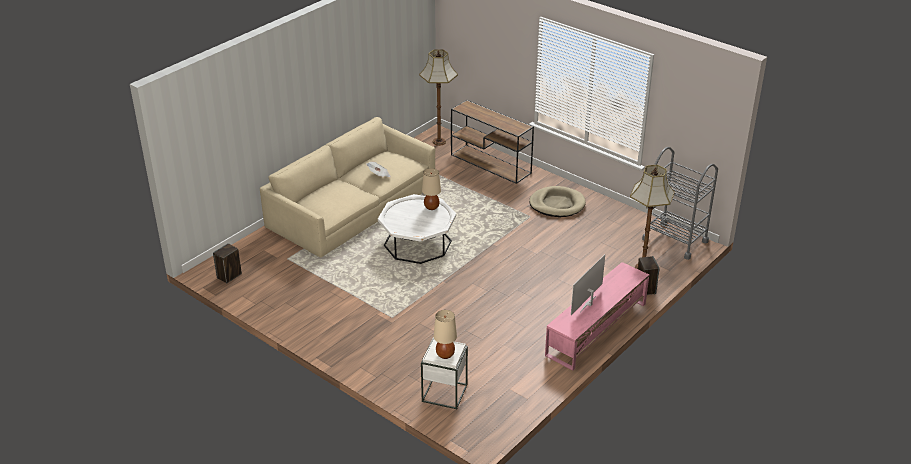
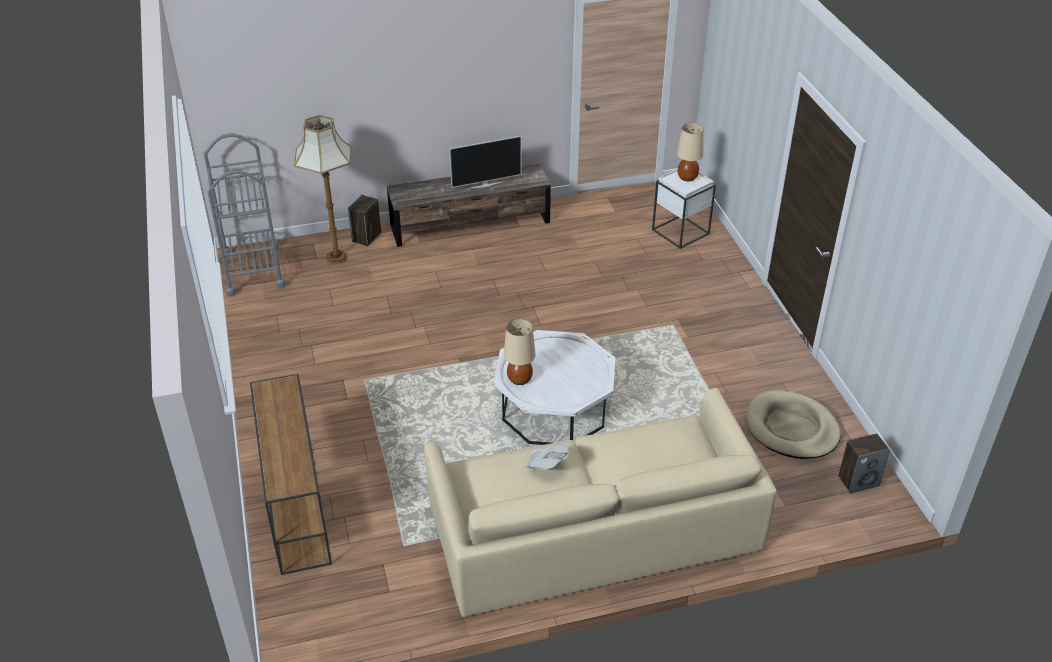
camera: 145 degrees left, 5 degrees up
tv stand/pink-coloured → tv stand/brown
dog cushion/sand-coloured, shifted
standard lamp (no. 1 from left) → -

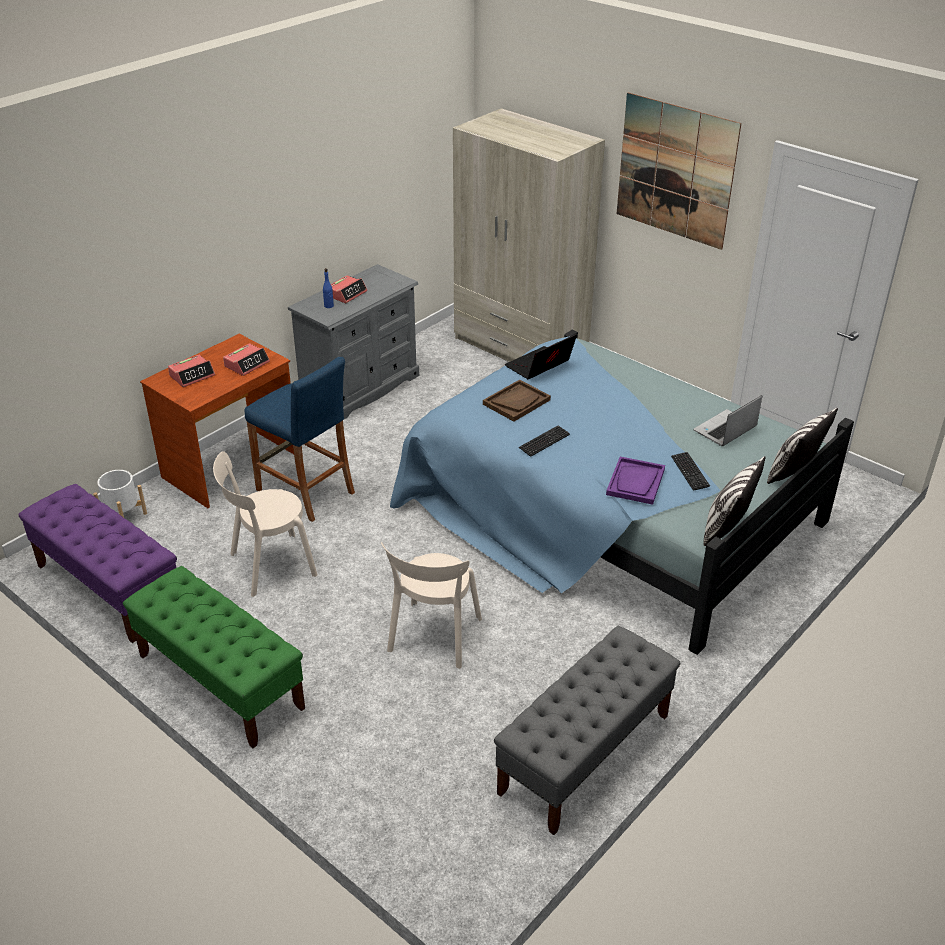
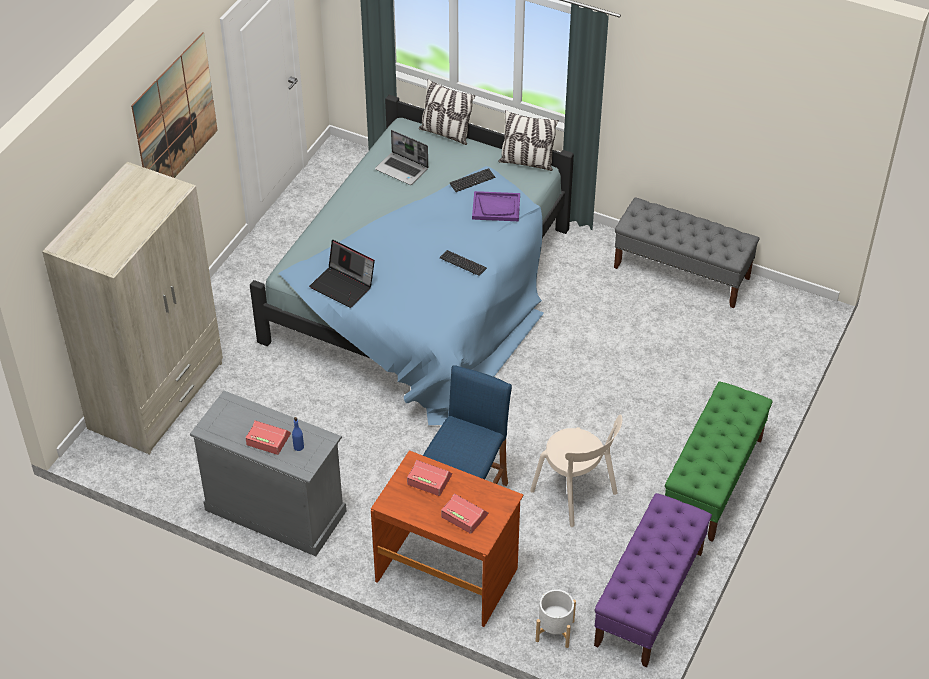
camera: 105 degrees left, 10 degrees up
plain chair/sand-coloured (no. 2 from left) → -
serving tray/brown → -

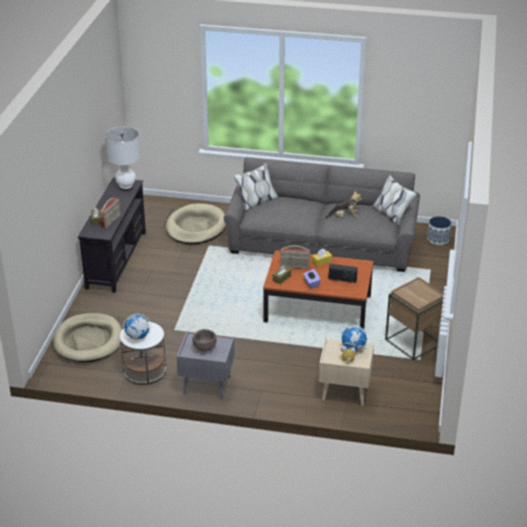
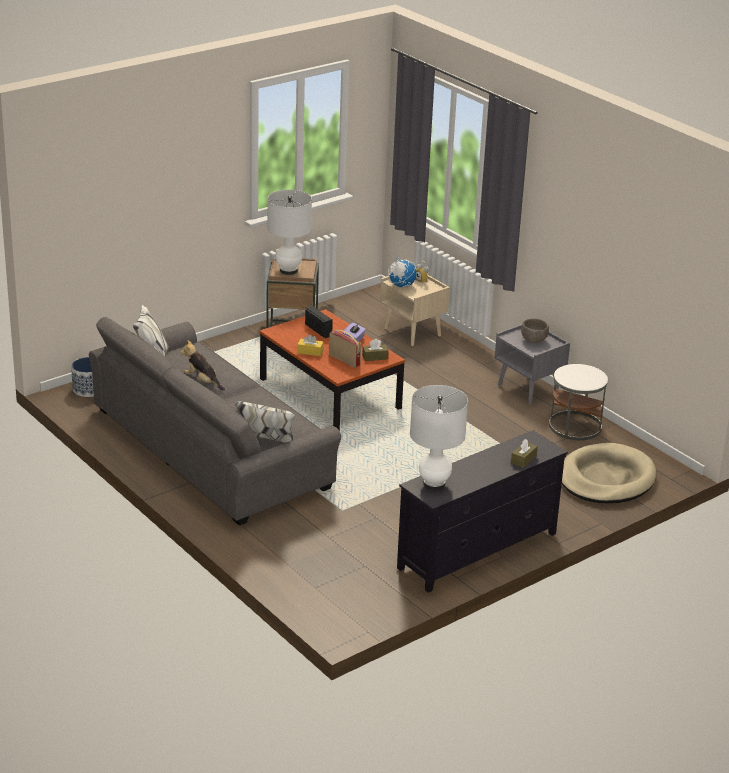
camera: 140 degrees left, 5 degrees down
- → tabletop lamp/white-coloured (no. 1 from left)
radio receiver (no. 1 from left) → -
globe (no. 1 from left) → -
dog cushion/sand-coloured (no. 2 from left) → -

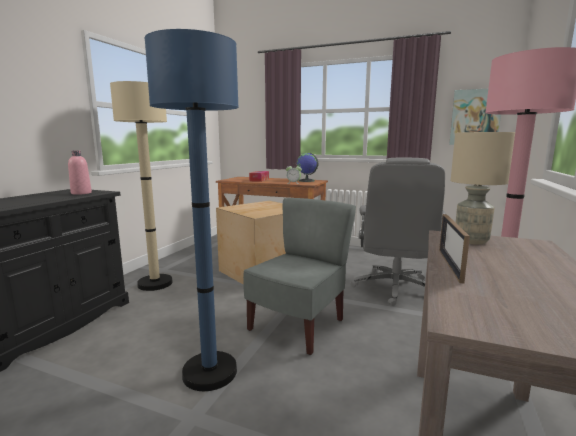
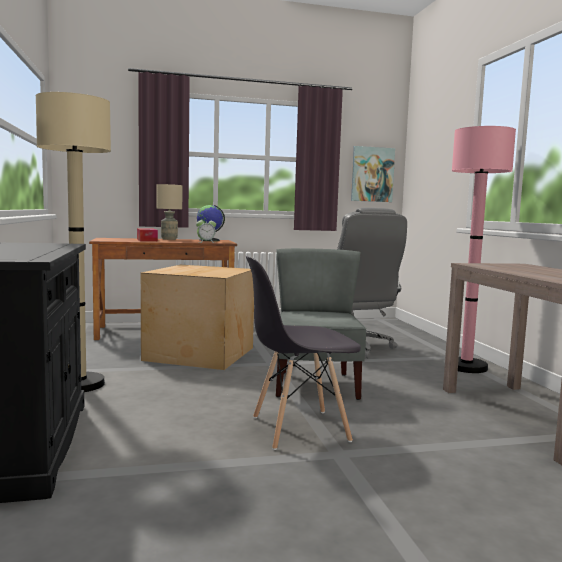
camera: 35 degrees left, 5 degrees down
tabletop lamp/sand-coloured, shifted
standard lamp/blue-coloured → plain chair/grey (no. 1 from left)
beverage bottle/pink-coloured → -
standing frame → -

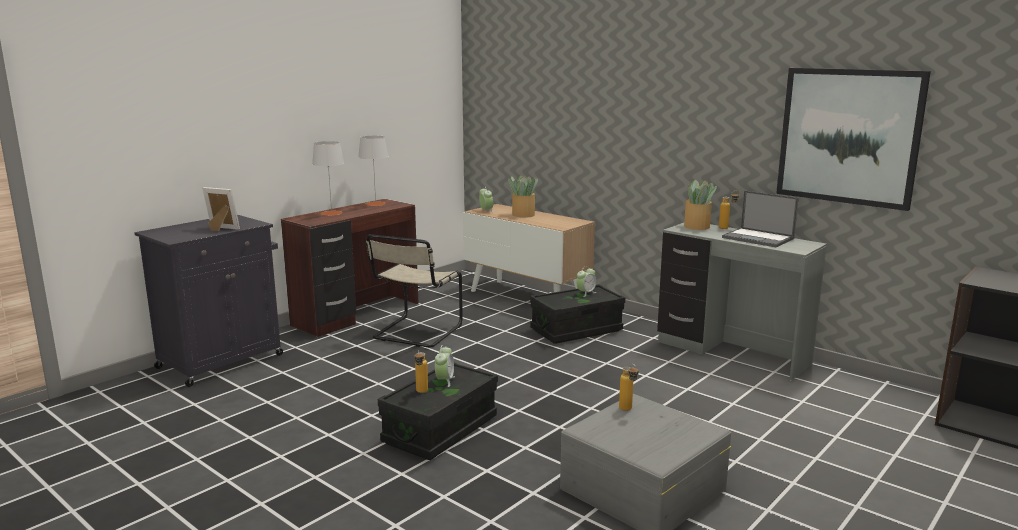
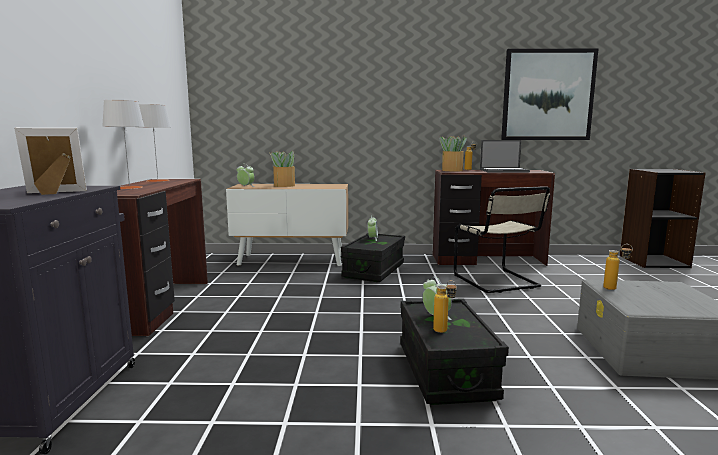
camera: 40 degrees left, 5 degrees down
desk unit/grey → desk unit/brown (no. 2 from left)
plain chair/sand-coloured, shifted

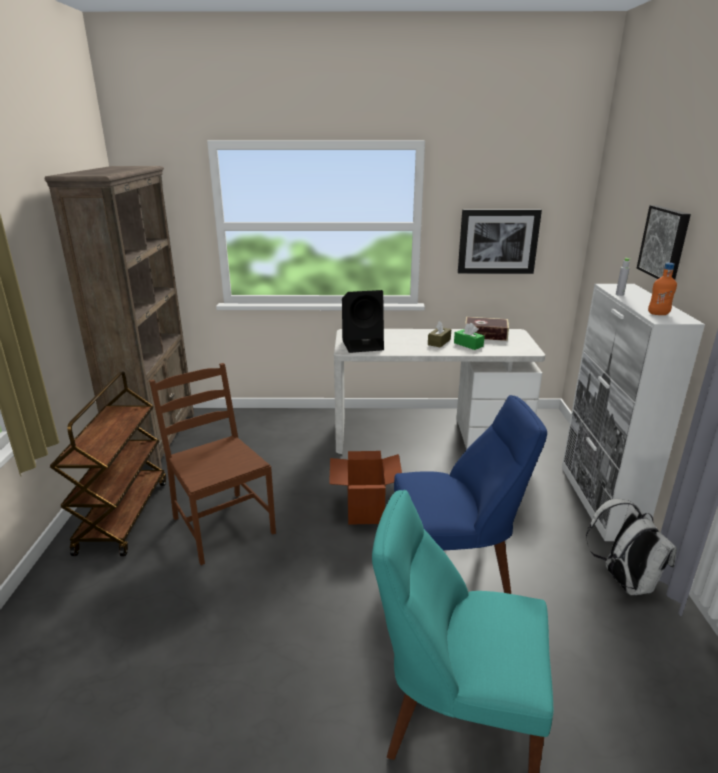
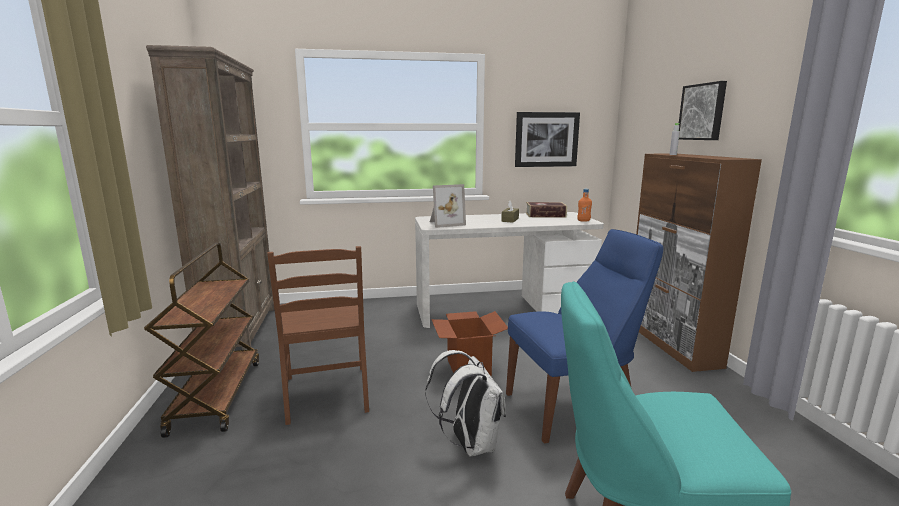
camera: 10 degrees left, 10 degrees down
plain chair/brown, 150 degrees counterclockwise
backpack/white-coloured, shifted
loudspeaker/black-coloured → standing frame
beverage bottle/orange, shifted
cupboard/white-coloured → cupboard/brown
tissue holder/green → -

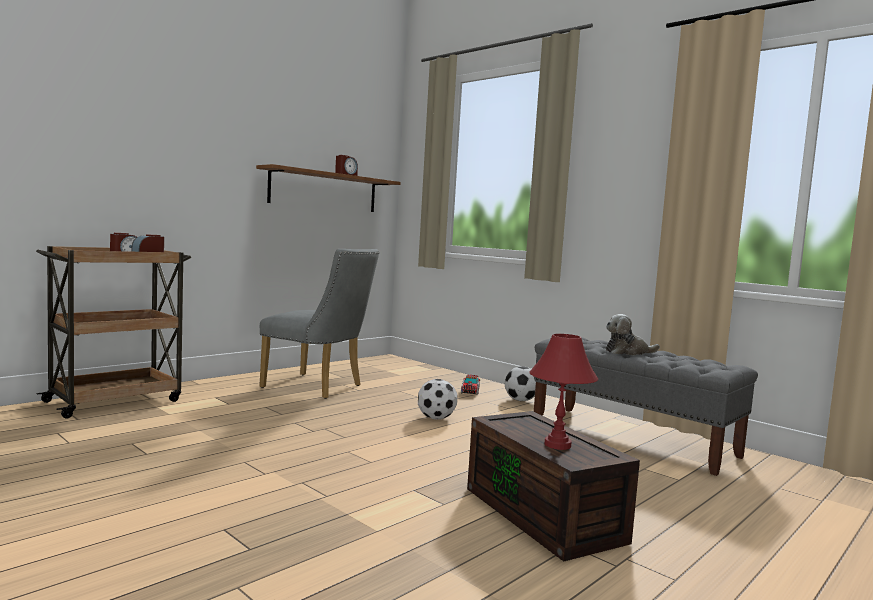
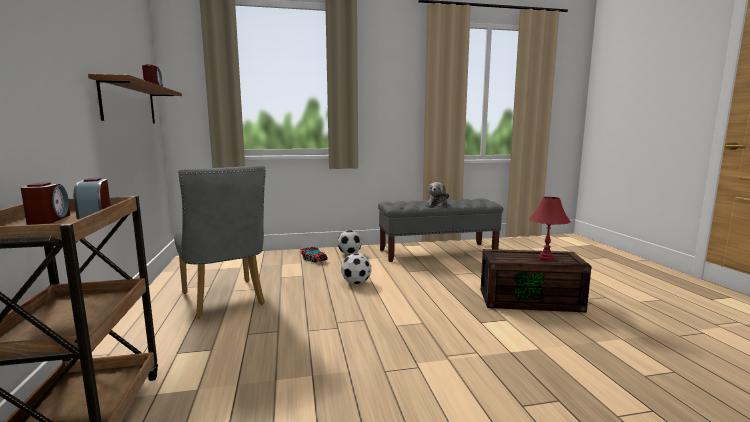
camera: 55 degrees left, 5 degrees up
plain chair/grey, 90 degrees clockwise

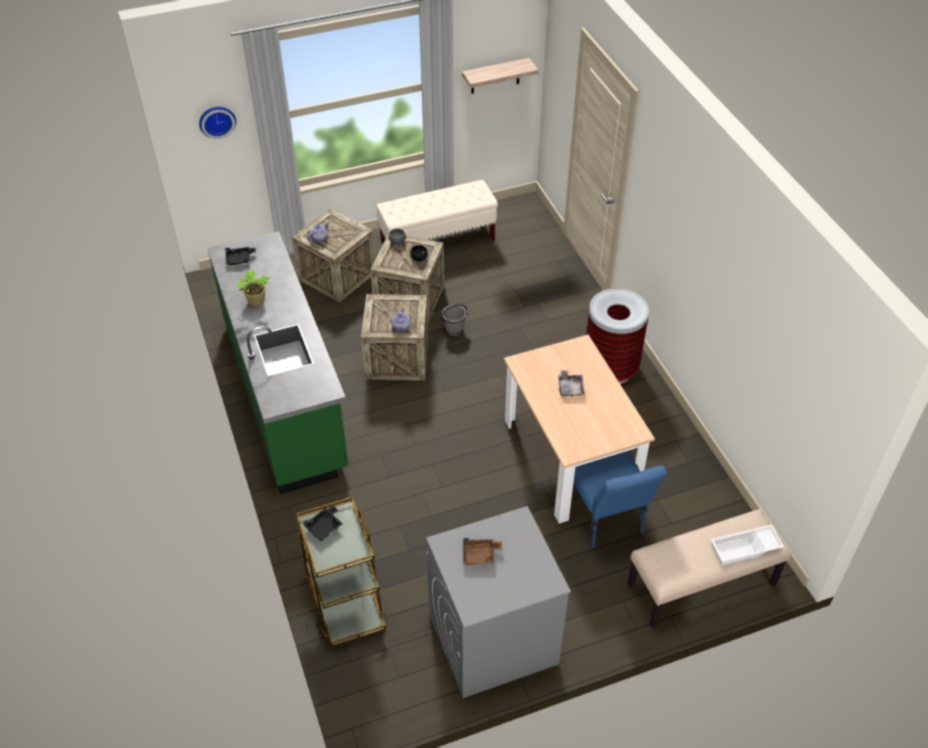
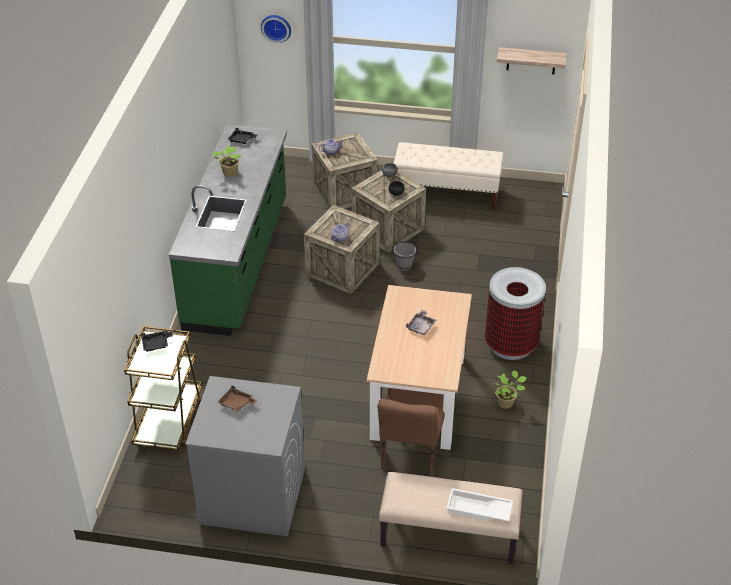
camera: 30 degrees right, 5 degrees down
plain chair/blue-coloured → plain chair/brown
- → houseplant (no. 2 from left)

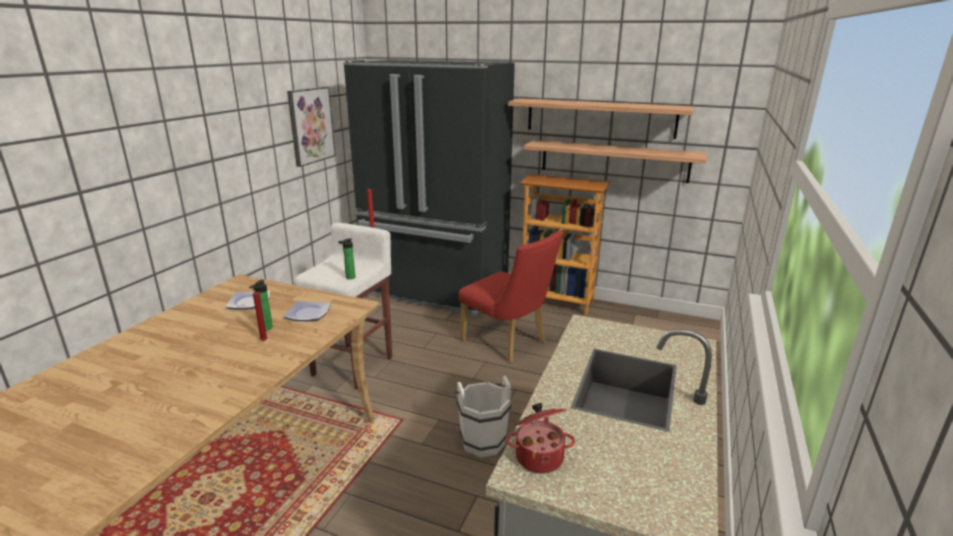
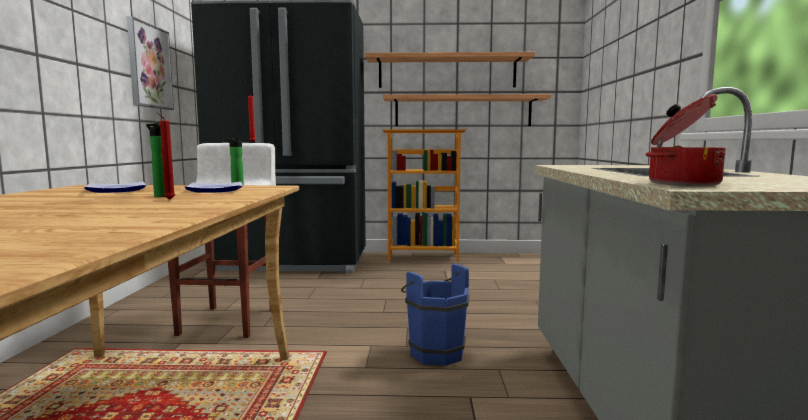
camera: 20 degrees left, 15 degrees down
water bucket/white-coloured → water bucket/blue-coloured
plain chair/red-coloured → -

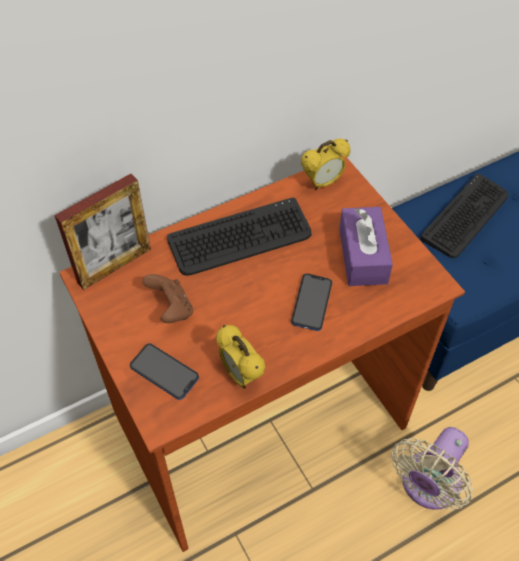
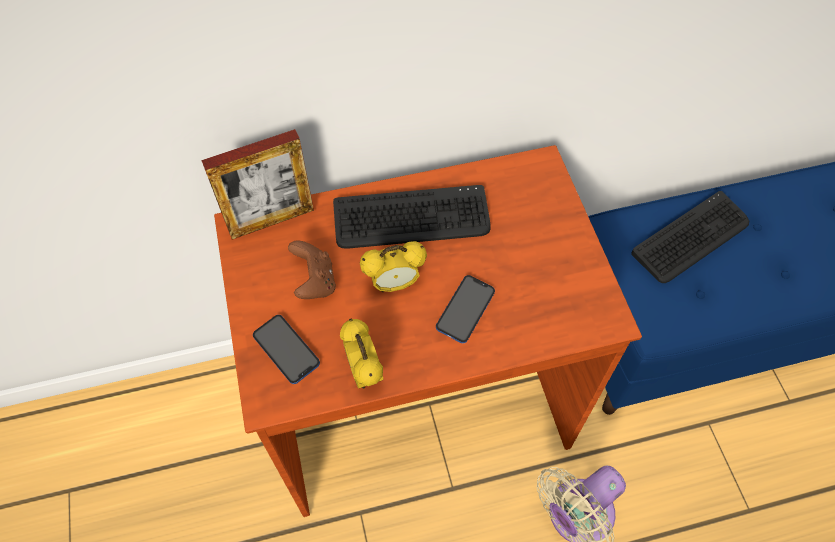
camera: 15 degrees right, 5 degrees up
alarm clock (no. 2 from left), shifted
tissue holder/purplish → -

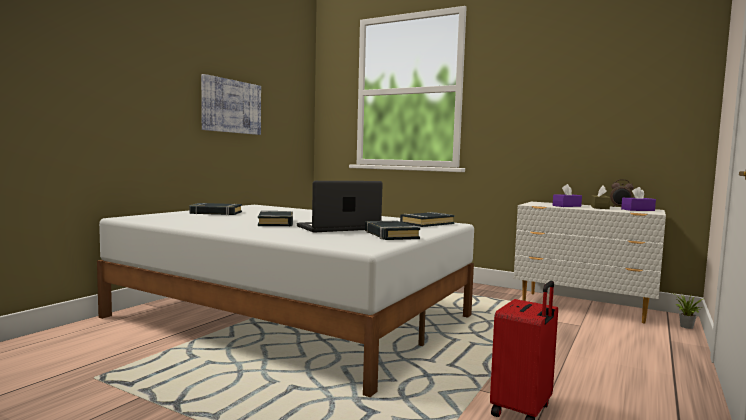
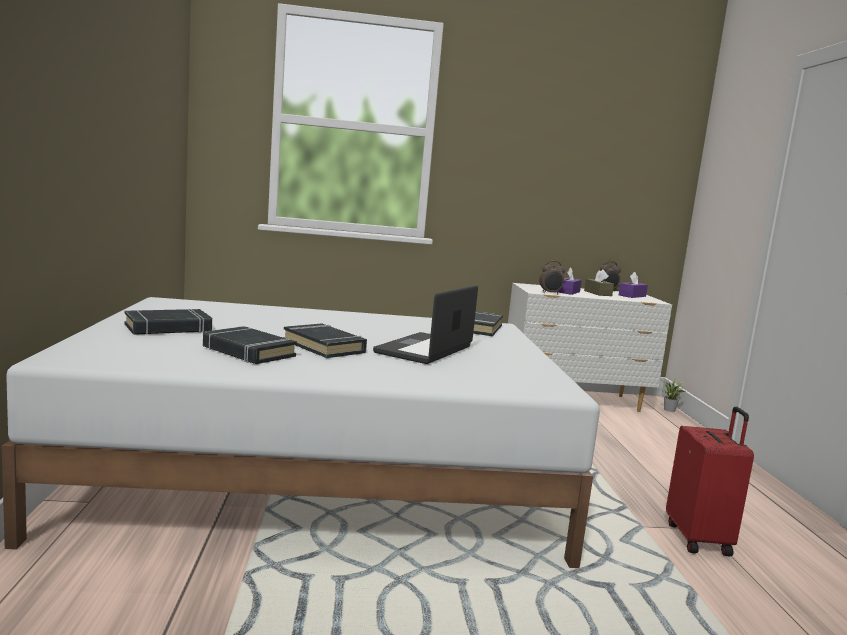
camera: 35 degrees left, 5 degrees up
bound book/black-coloured (no. 3 from left in the first image) → bound book/black-coloured (no. 2 from left), shifted
- → alarm clock (no. 1 from left)
picture → -

